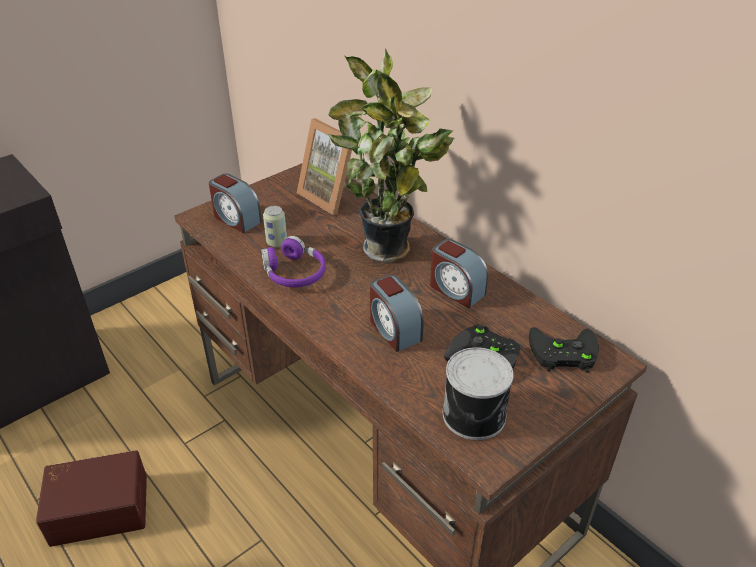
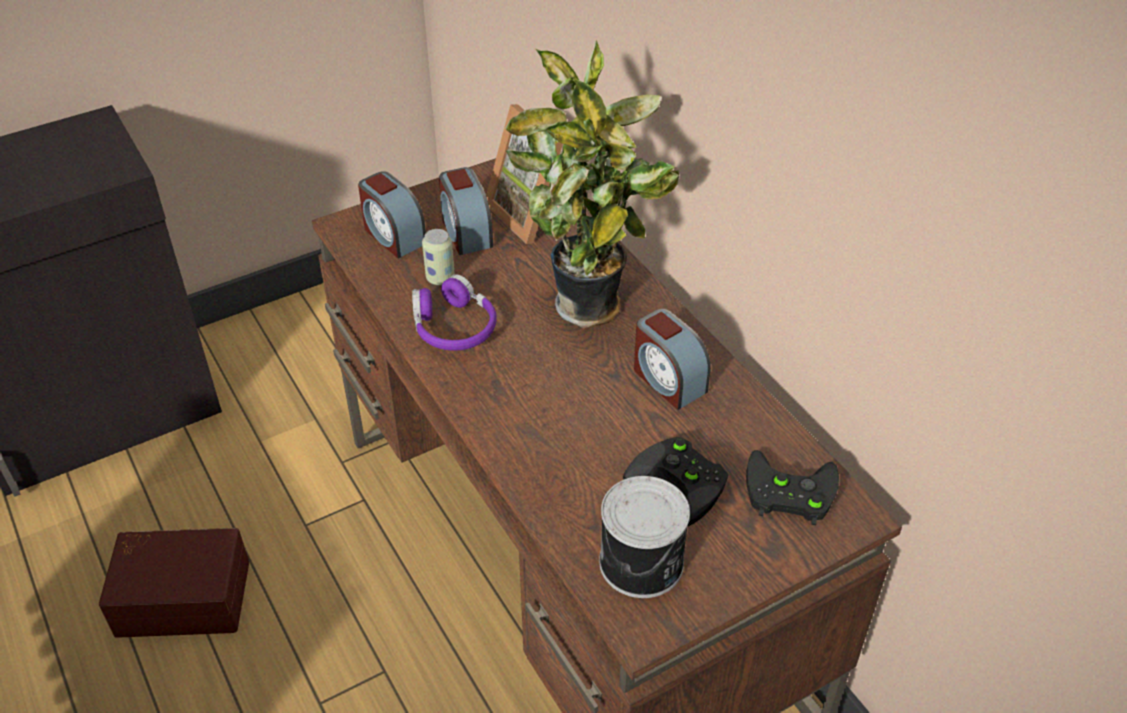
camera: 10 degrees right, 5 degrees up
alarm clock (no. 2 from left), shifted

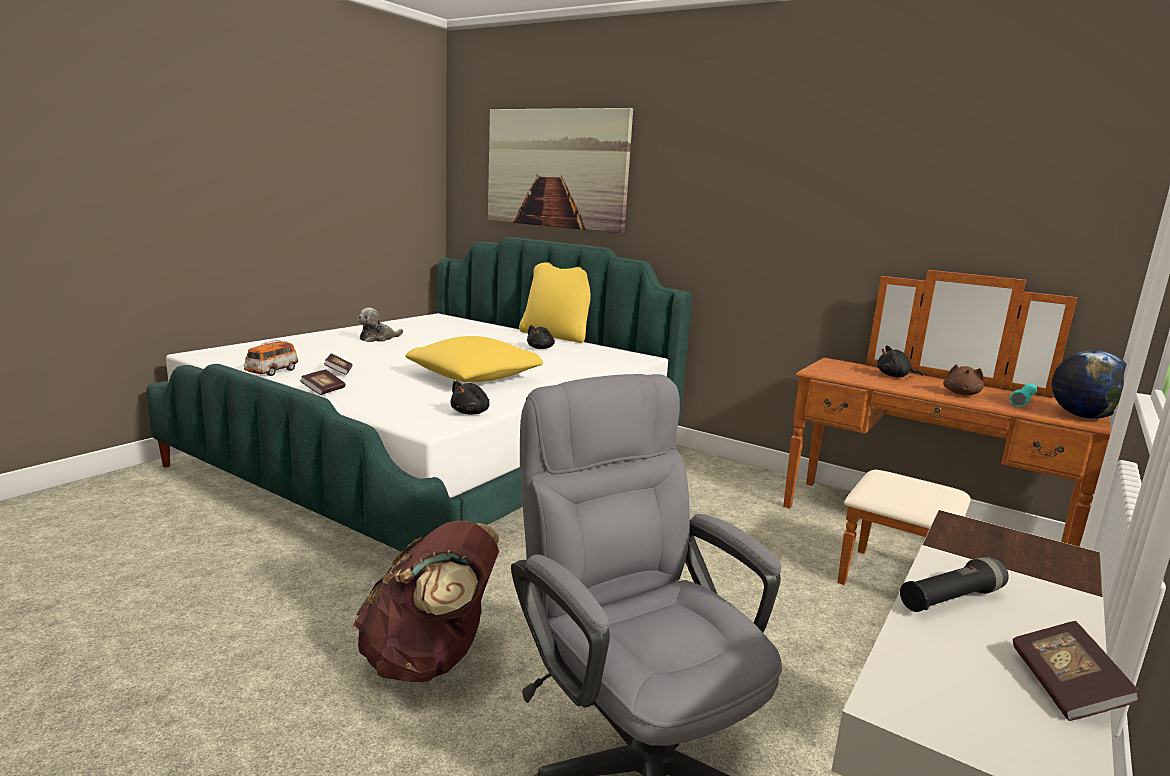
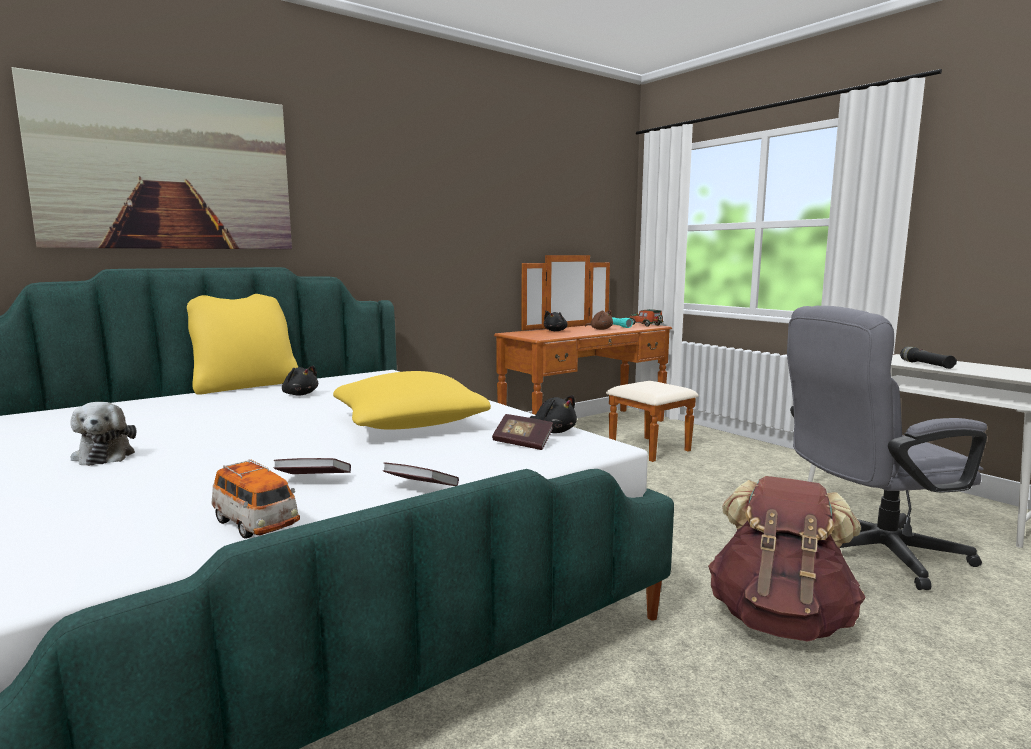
camera: 70 degrees left, 5 degrees down
bound book (no. 3 from left), shifted
globe → miniature car (no. 2 from left)

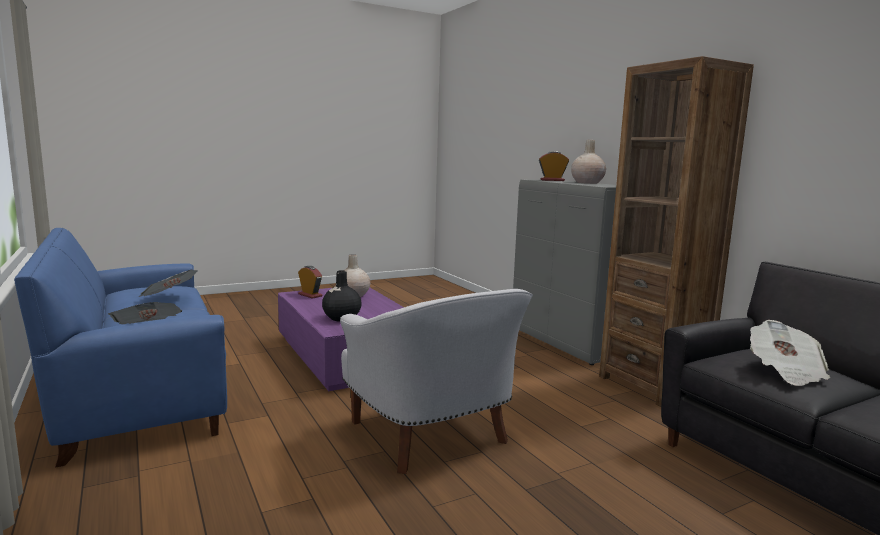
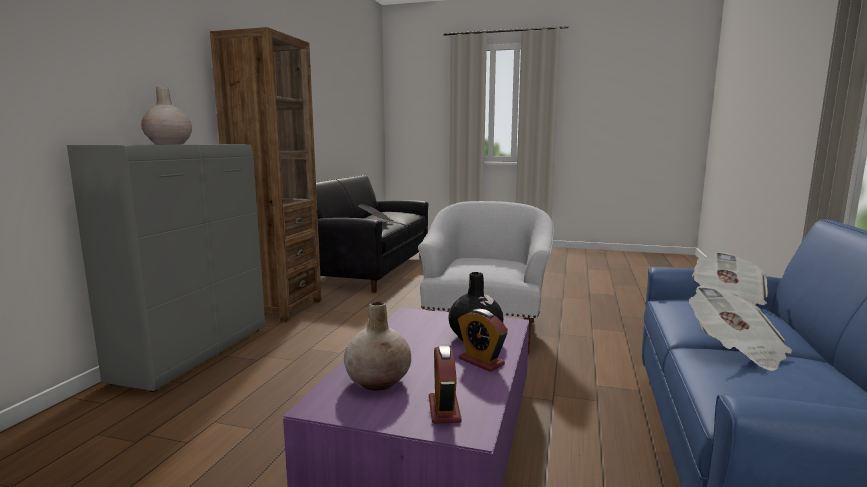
camera: 135 degrees left, 0 degrees up
alarm clock (no. 2 from left), shifted

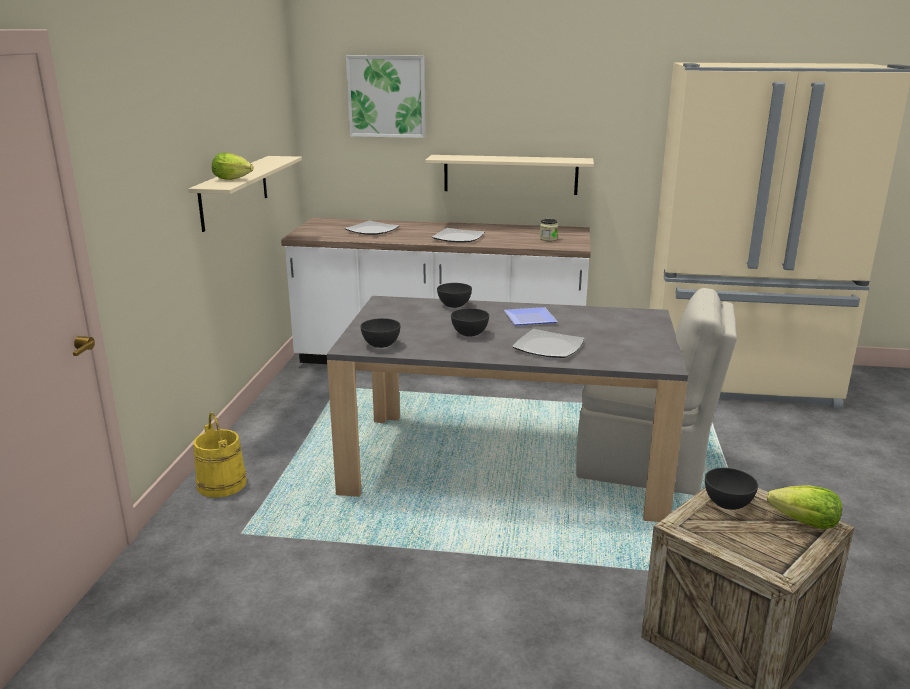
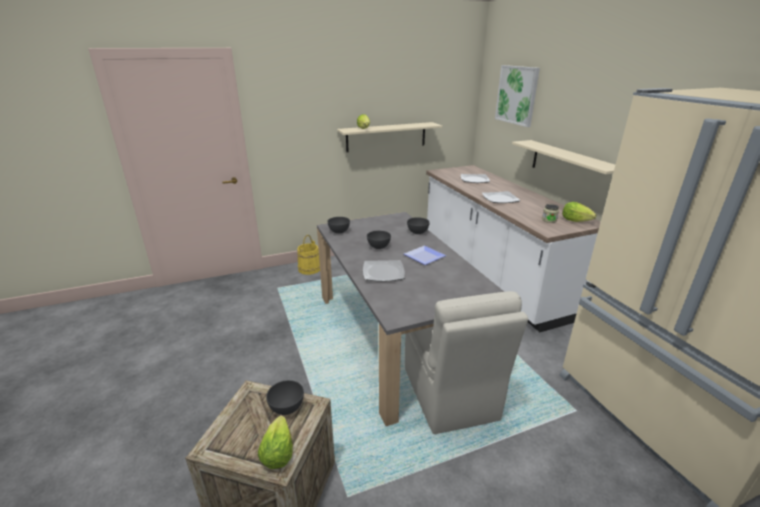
camera: 60 degrees right, 5 degrees up
- → lettuce head (no. 3 from left)

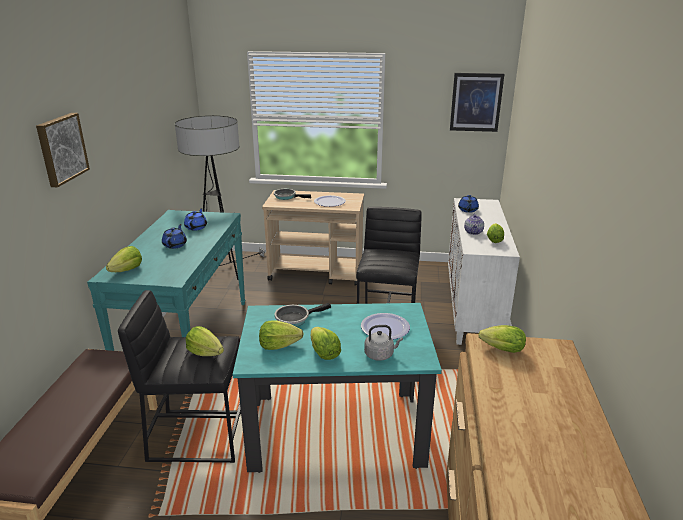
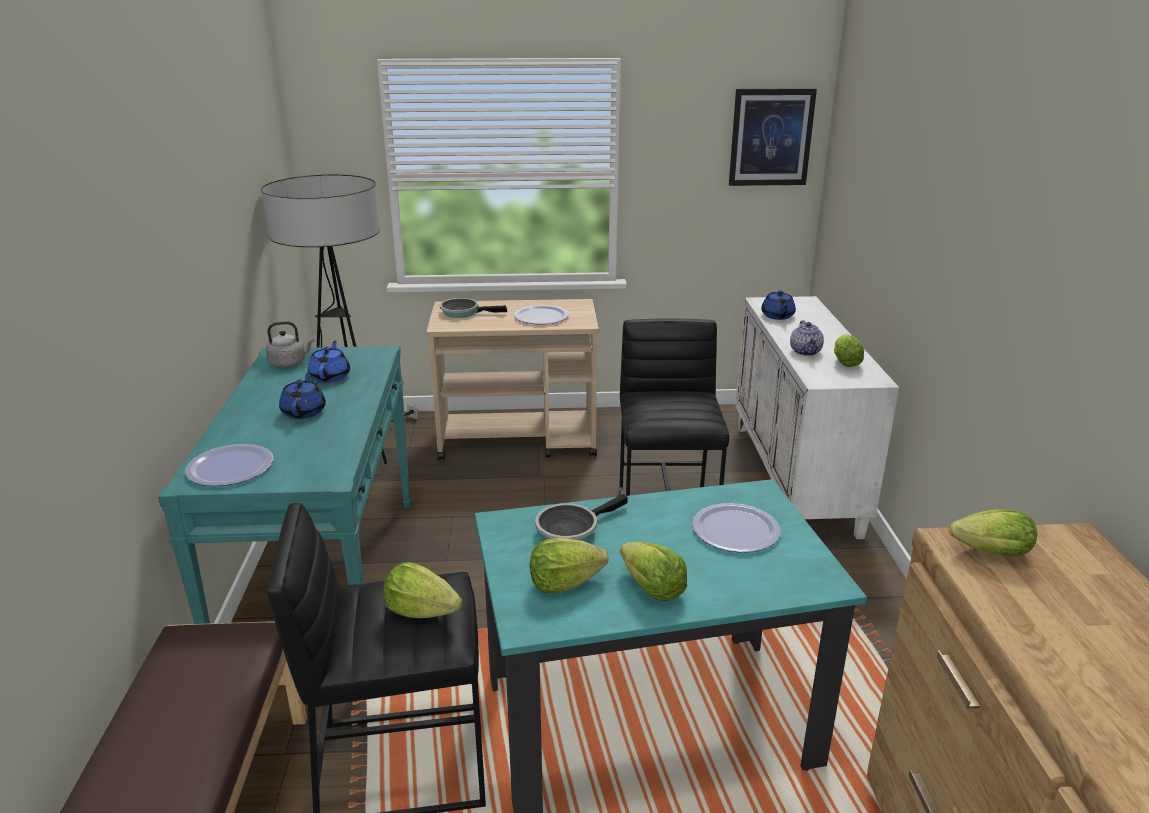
camera: 10 degrees left, 0 degrees up
lettuce head (no. 1 from left) → plate (no. 1 from left)
kettle/grey, shifted
picture (no. 1 from left) → -

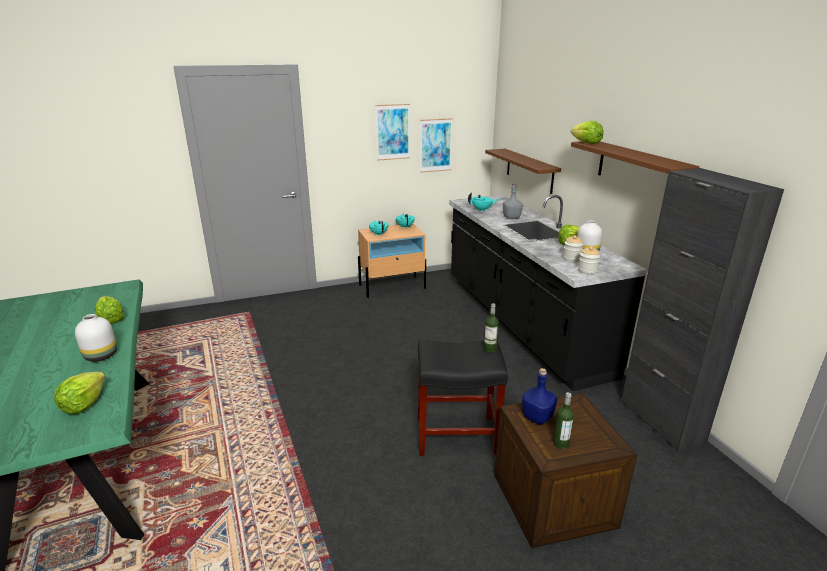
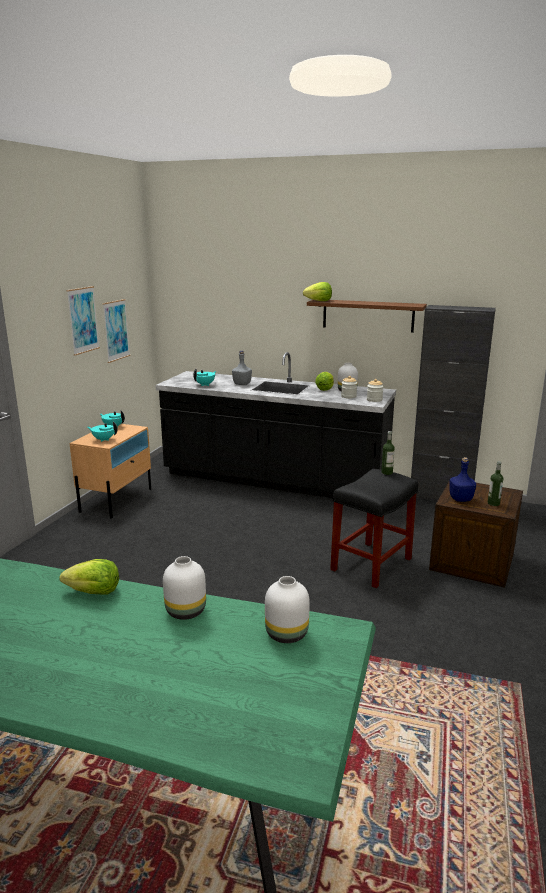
camera: 50 degrees left, 5 degrees down
lettuce head (no. 1 from left) → flower vase/white-coloured (no. 2 from left)
shelf/brown (no. 1 from left) → -

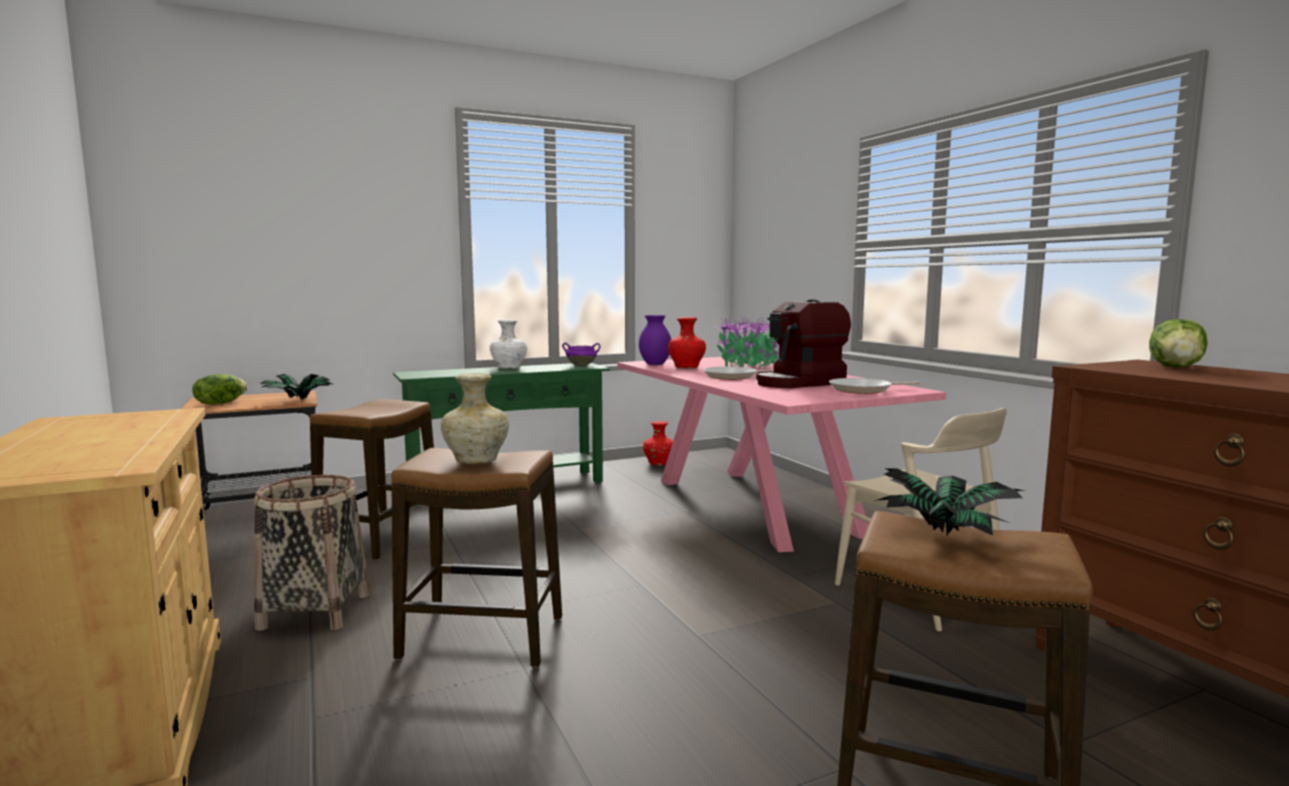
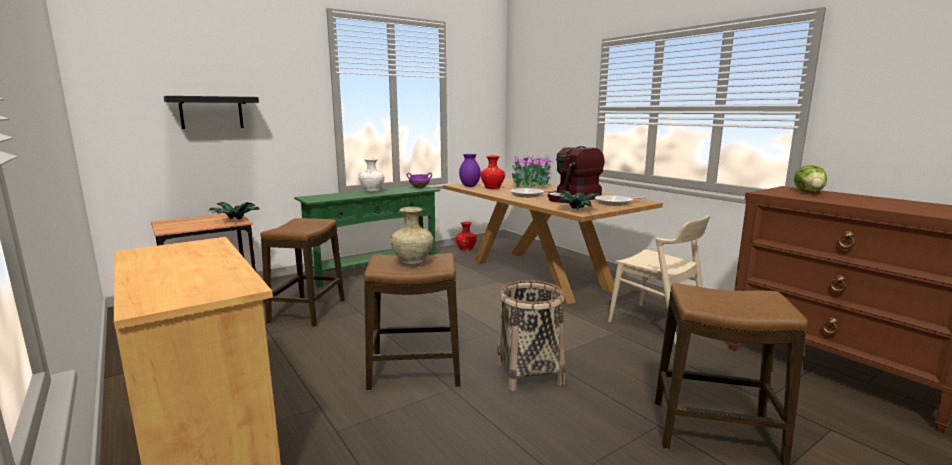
camera: 10 degrees left, 5 degrees up
- → shelf/black-coloured
dinner table/pink-coloured → dinner table/brown
storage basket, shifted
houseplant (no. 3 from left), shifted
lettuce head (no. 1 from left) → -

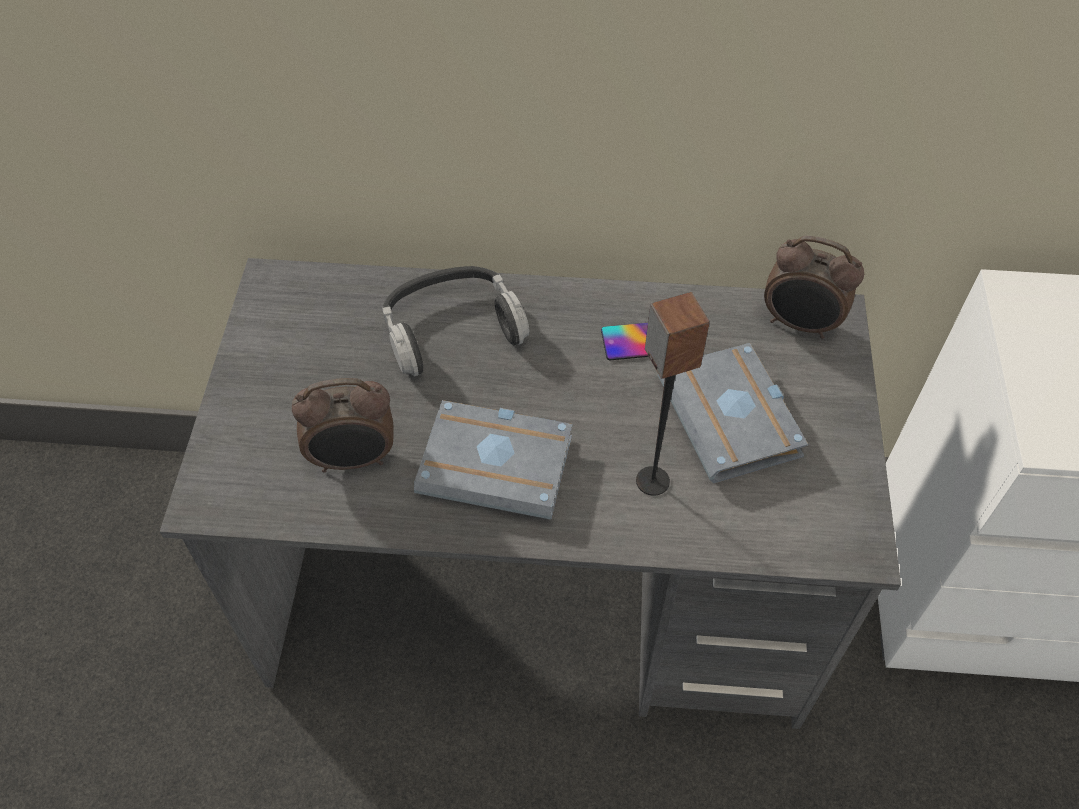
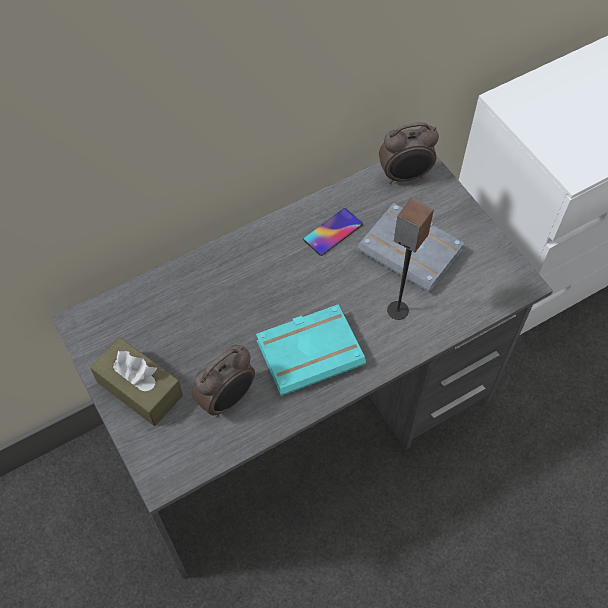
camera: 35 degrees left, 5 degrees up
- → tissue holder/brown
bound book/grey (no. 1 from left) → bound book/blue-green
headphones → -

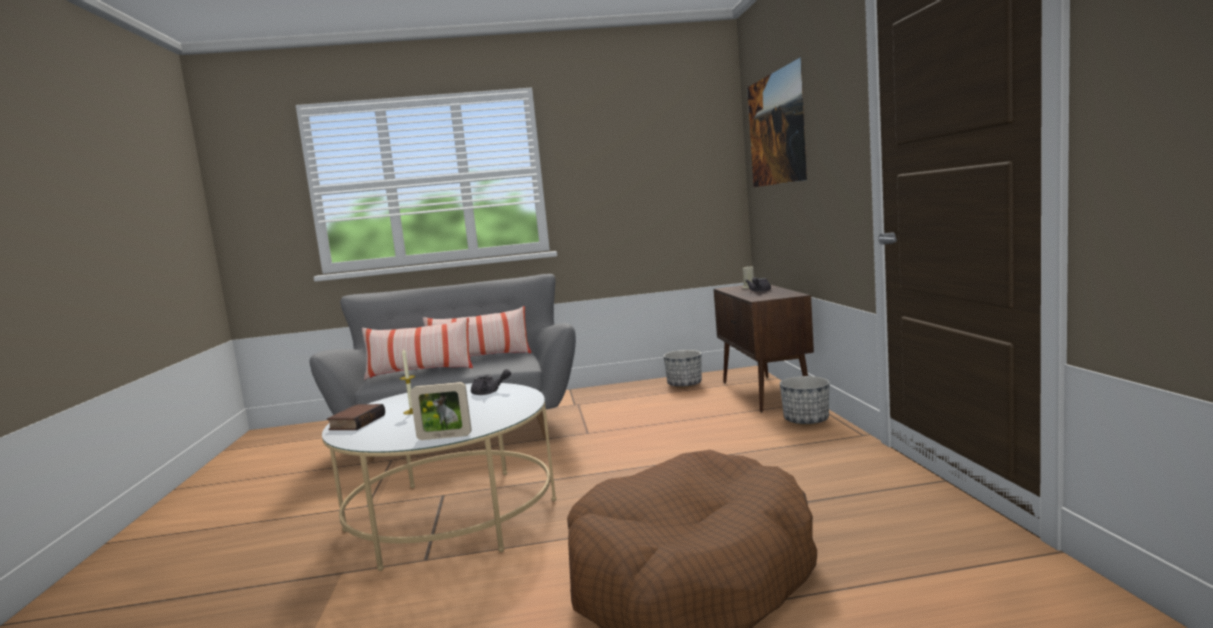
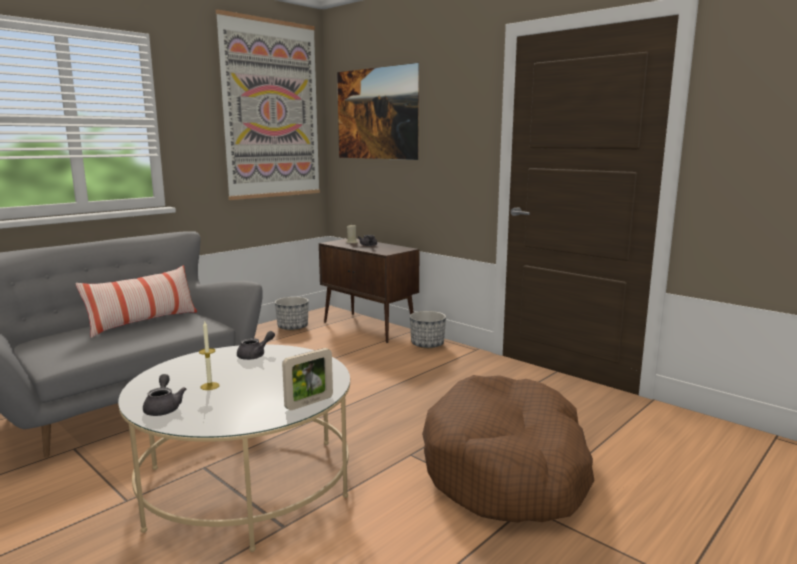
camera: 40 degrees left, 5 degrees up
bound book → tea pot/grey (no. 1 from left)
- → picture (no. 1 from left)
throw pillow (no. 1 from left) → -

